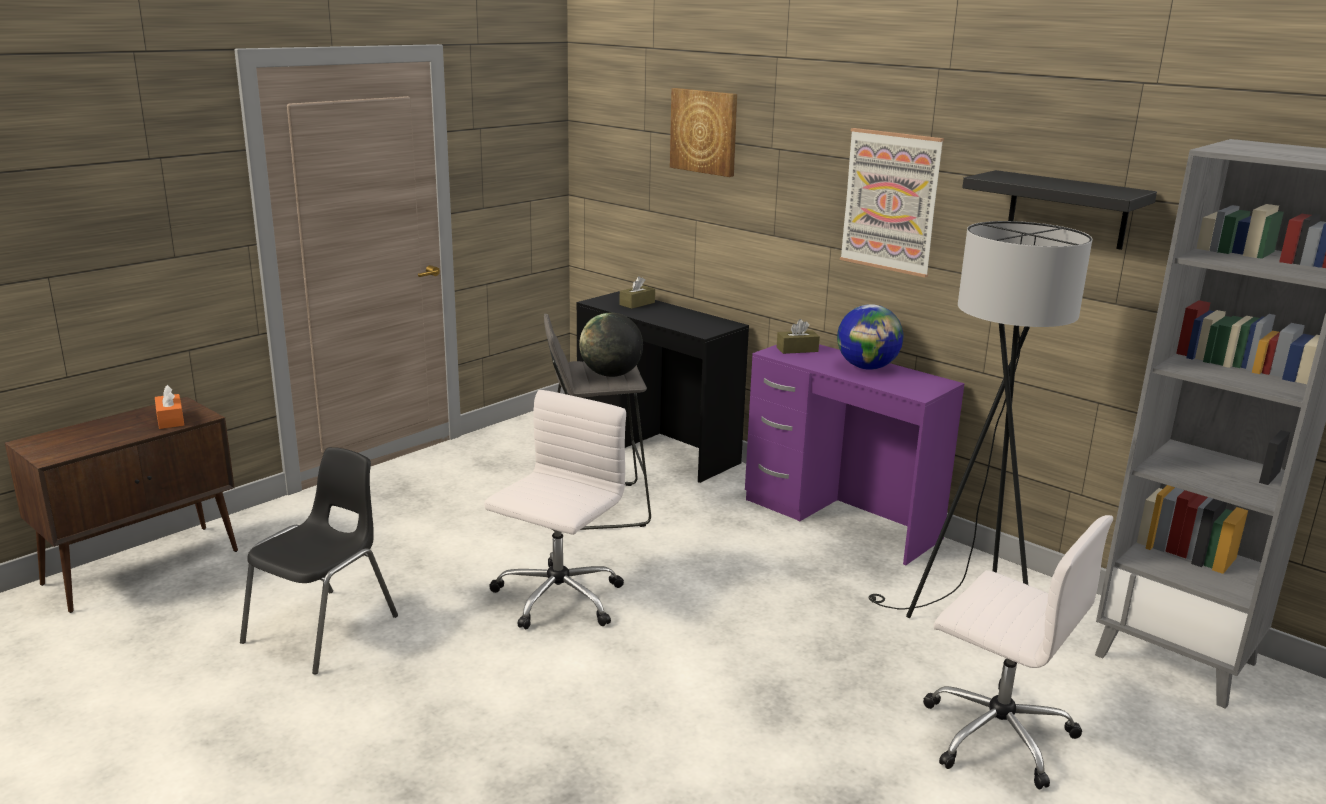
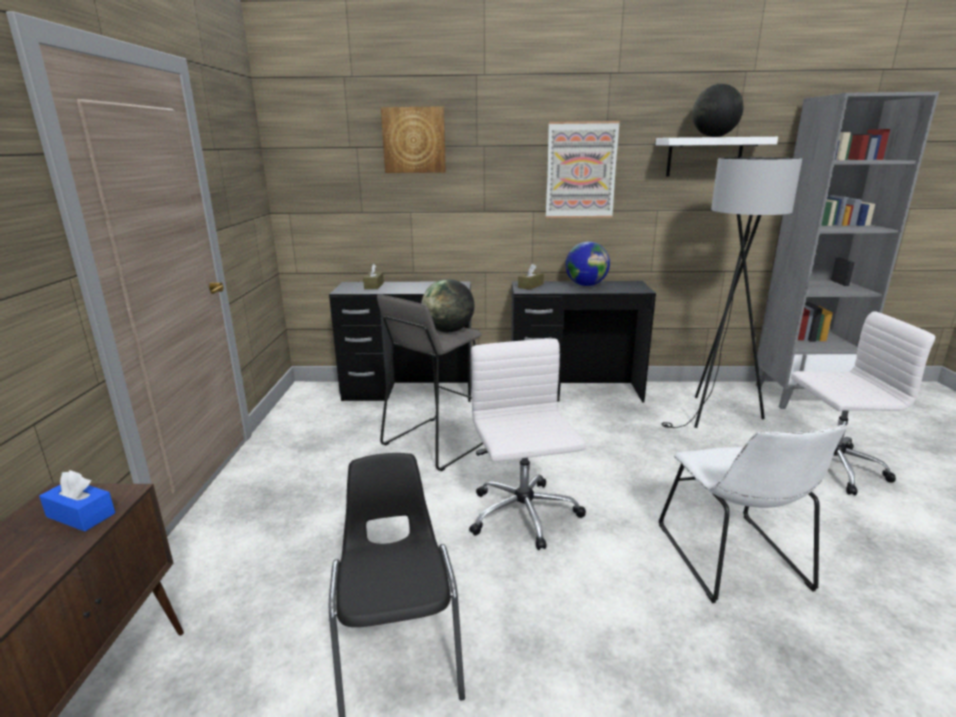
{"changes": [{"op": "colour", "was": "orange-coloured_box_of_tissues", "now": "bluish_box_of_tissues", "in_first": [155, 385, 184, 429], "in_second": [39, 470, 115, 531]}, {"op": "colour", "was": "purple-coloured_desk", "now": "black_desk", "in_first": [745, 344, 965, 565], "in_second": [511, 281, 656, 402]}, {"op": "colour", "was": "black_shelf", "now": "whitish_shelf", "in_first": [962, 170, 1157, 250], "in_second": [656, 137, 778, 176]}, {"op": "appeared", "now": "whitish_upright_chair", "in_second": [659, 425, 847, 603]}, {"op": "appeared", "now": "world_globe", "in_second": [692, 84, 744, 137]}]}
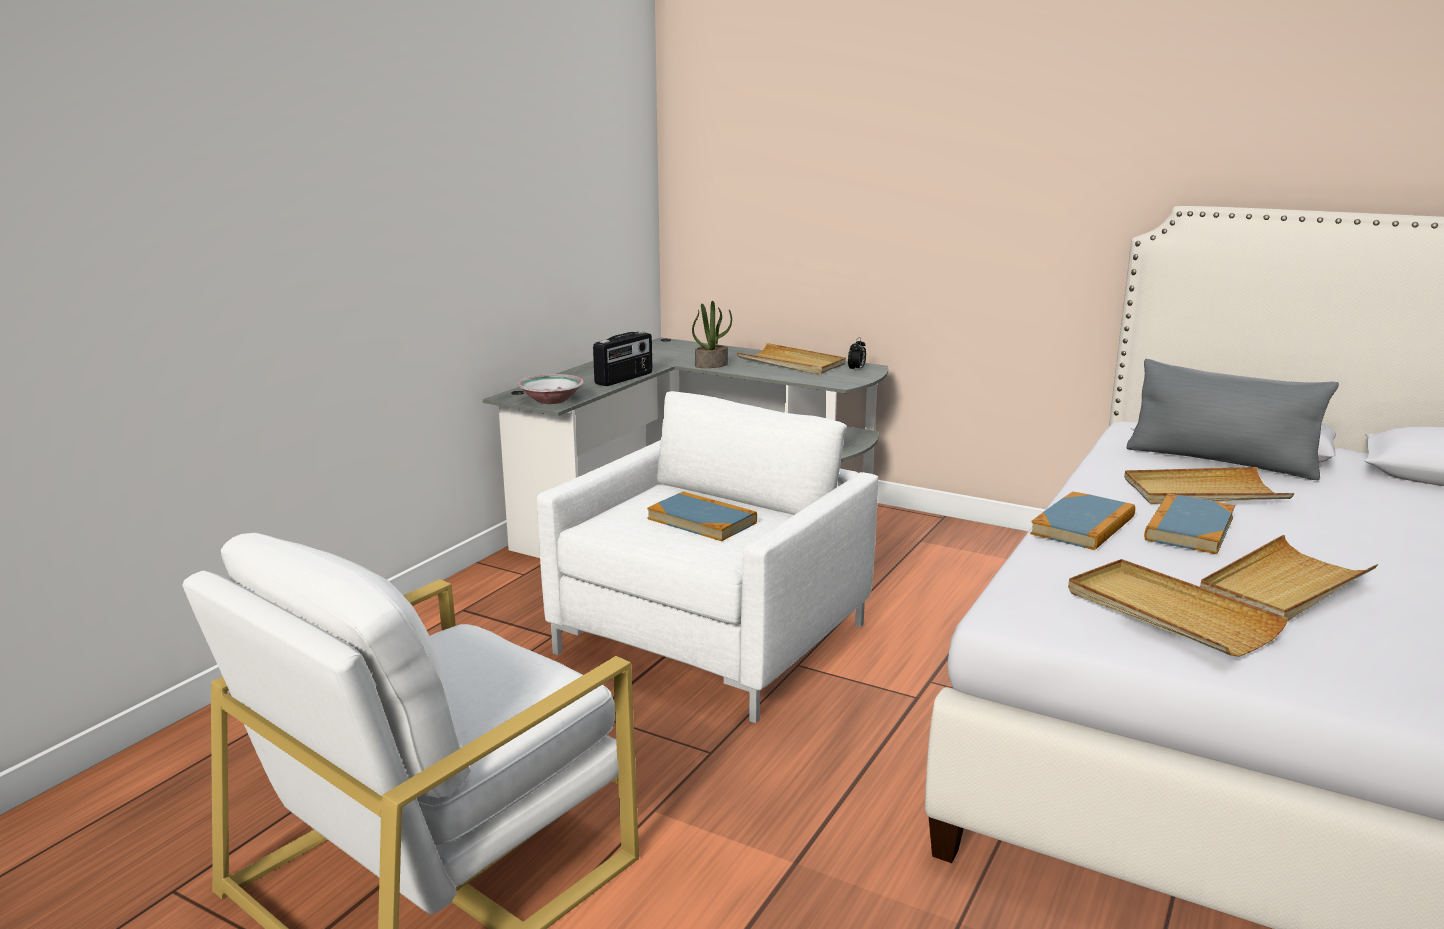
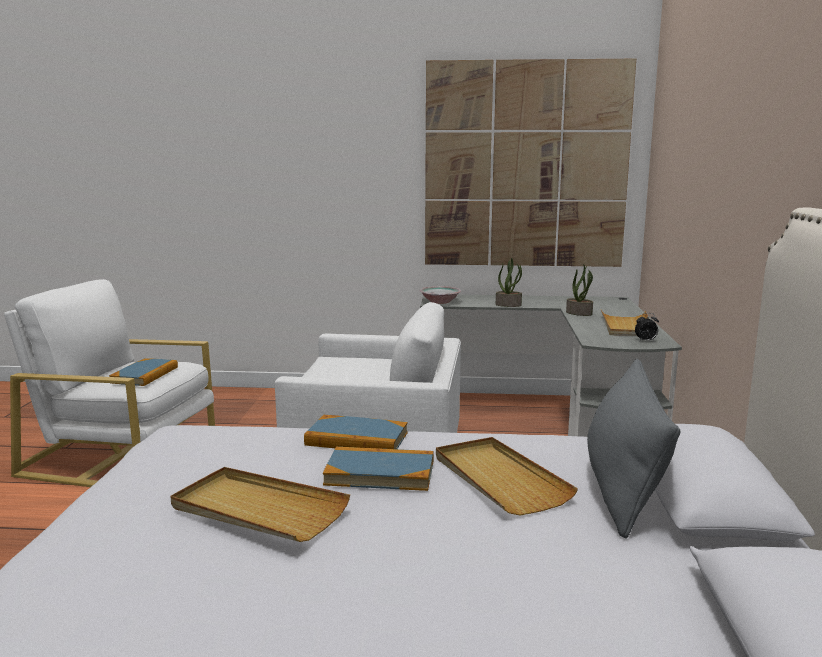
{"changes": [{"op": "relocated", "was": "book", "in_first": [647, 492, 757, 541], "in_second": [109, 358, 178, 386]}, {"op": "appeared", "now": "picture", "in_second": [425, 59, 636, 267]}, {"op": "exchanged", "was": "radio_set", "now": "plant_in_a_pot", "in_first": [593, 331, 652, 386], "in_second": [496, 258, 522, 307]}, {"op": "missing", "was": "beige_tray", "in_first": [1068, 559, 1289, 657]}]}
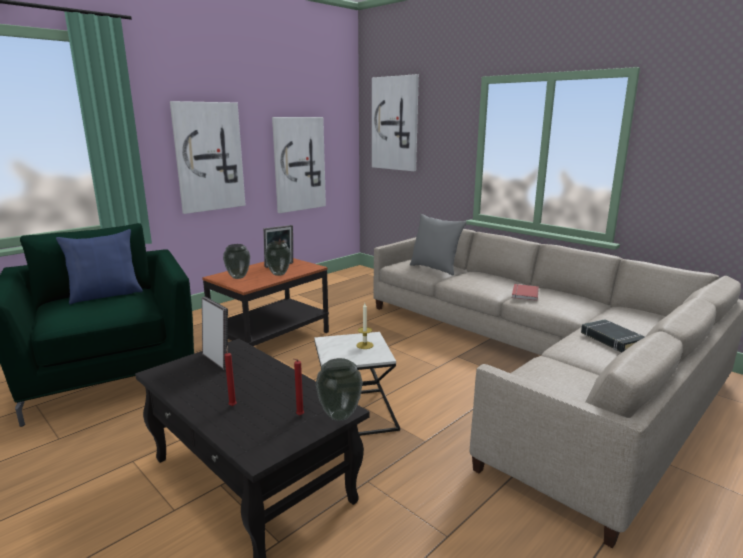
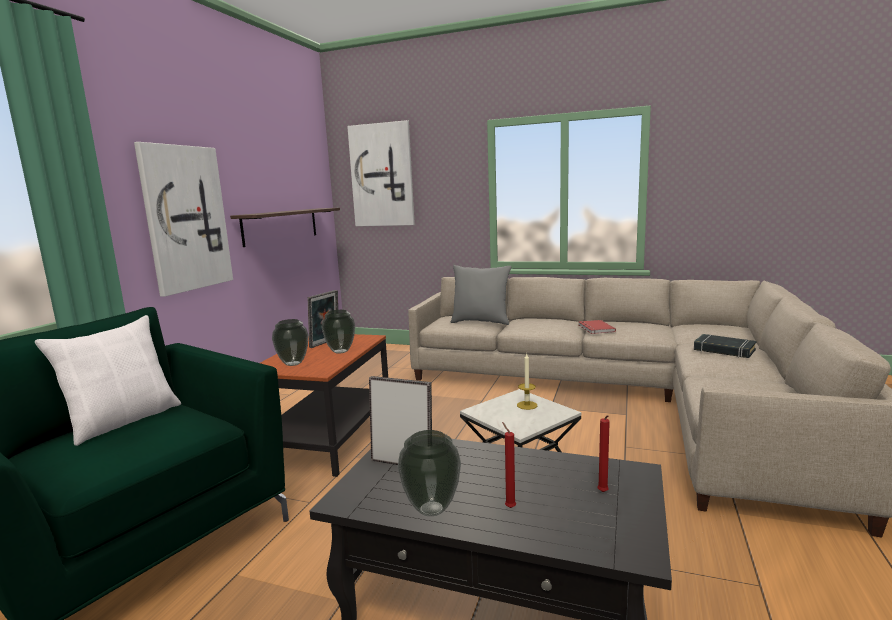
{"changes": [{"op": "colour", "was": "bluish_throw_pillow", "now": "whitish_throw_pillow", "in_first": [56, 229, 143, 304], "in_second": [35, 315, 181, 446]}, {"op": "exchanged", "was": "picture", "now": "shelf", "in_first": [272, 117, 326, 213], "in_second": [230, 208, 340, 247]}, {"op": "relocated", "was": "flower_vase", "in_first": [316, 358, 363, 421], "in_second": [398, 430, 461, 516]}]}
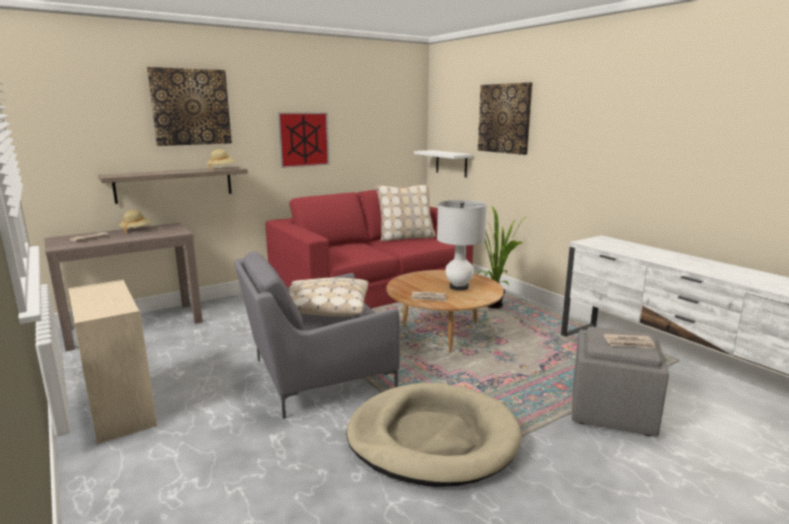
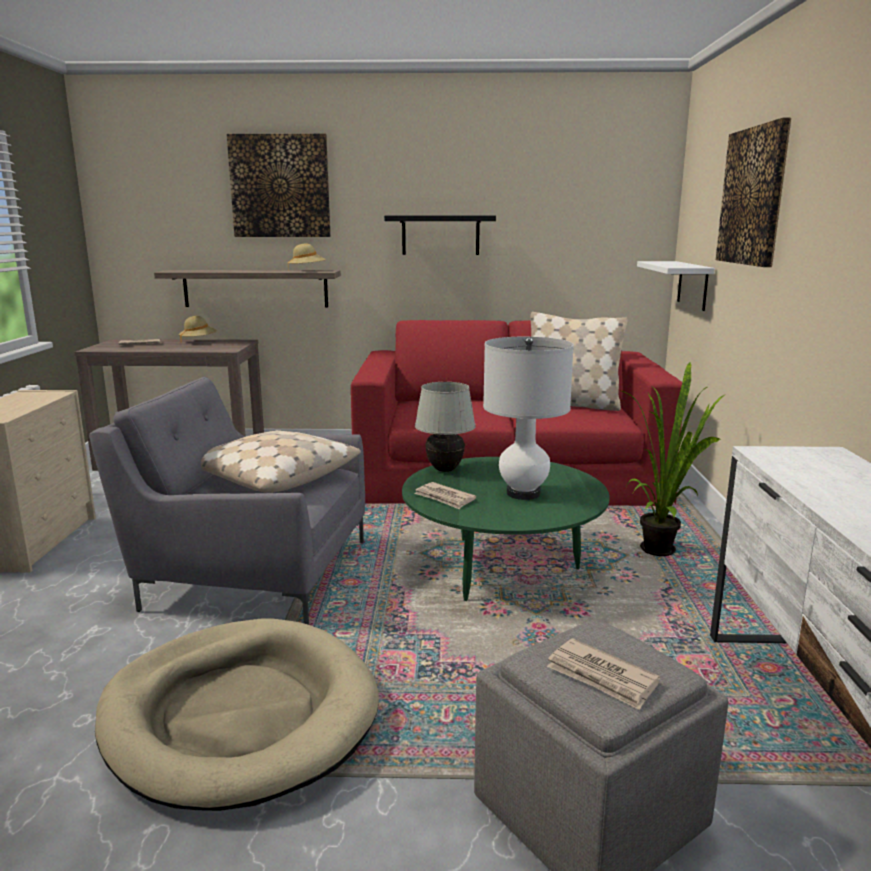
{"changes": [{"op": "exchanged", "was": "picture", "now": "black_shelf", "in_first": [278, 113, 329, 168], "in_second": [384, 216, 496, 255]}, {"op": "colour", "was": "brown-coloured_coffee_table", "now": "green_coffee_table", "in_first": [386, 270, 504, 353], "in_second": [402, 457, 610, 601]}, {"op": "appeared", "now": "whitish_table_lamp", "in_second": [415, 382, 476, 472]}]}
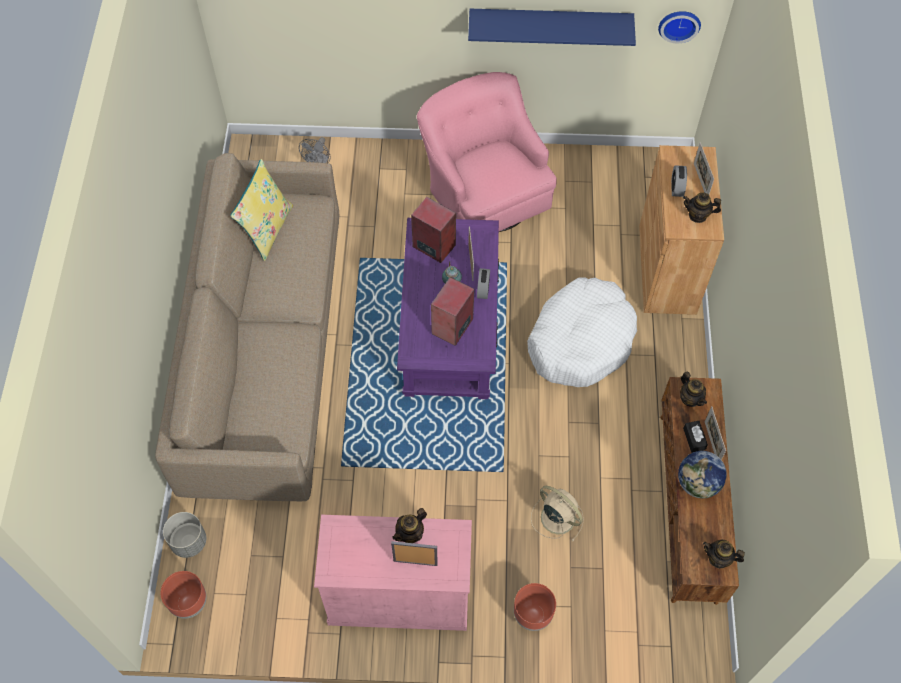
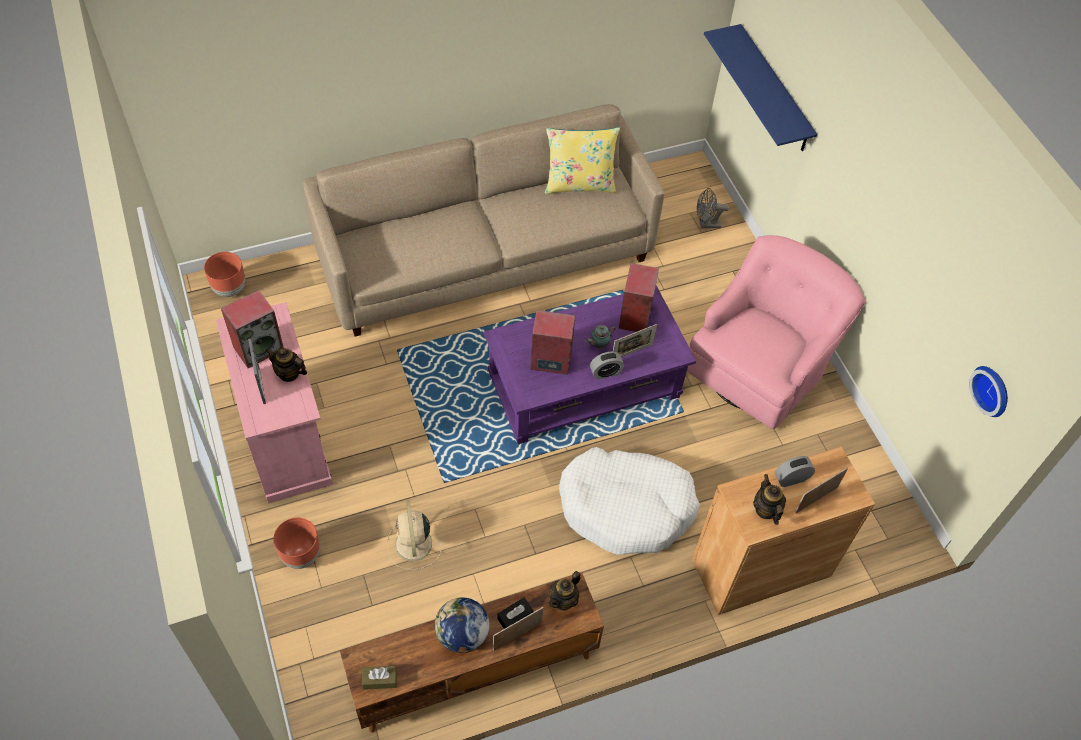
{"changes": [{"op": "appeared", "now": "speaker", "in_second": [221, 290, 284, 368]}, {"op": "exchanged", "was": "tea_pot", "now": "brown-coloured_box_of_tissues", "in_first": [703, 539, 745, 569], "in_second": [362, 666, 397, 690]}, {"op": "spun", "was": "beige_fan", "in_first": [531, 486, 584, 542], "in_second": [387, 500, 442, 570], "clockwise": 150}, {"op": "relocated", "was": "bluish_shelf", "in_first": [468, 9, 636, 46], "in_second": [704, 24, 817, 151]}, {"op": "missing", "was": "gray_planter", "in_first": [163, 512, 206, 558]}]}
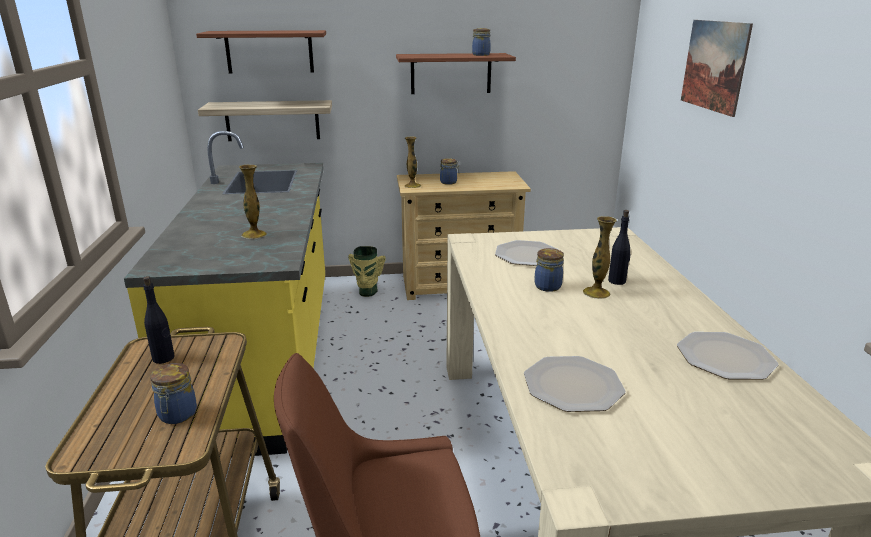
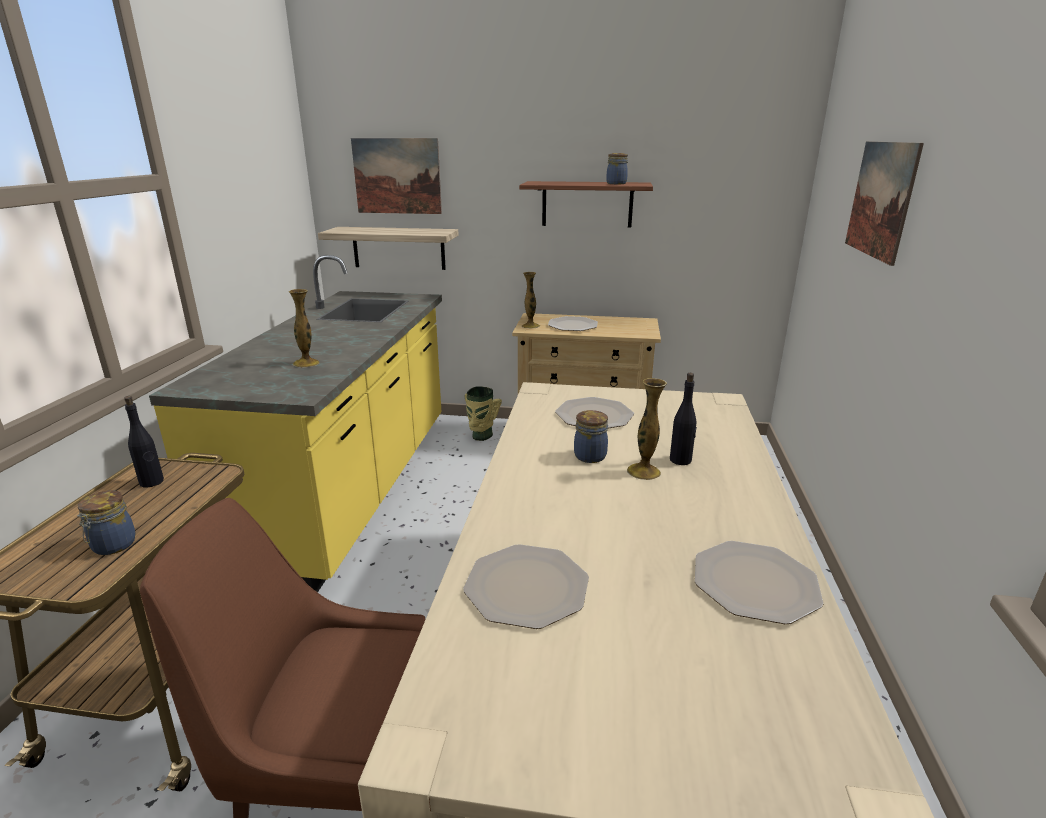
{"changes": [{"op": "exchanged", "was": "shelf", "now": "picture", "in_first": [196, 30, 326, 74], "in_second": [351, 138, 442, 214]}, {"op": "exchanged", "was": "storage_jar", "now": "flat_dish", "in_first": [440, 158, 459, 185], "in_second": [548, 316, 598, 331]}]}
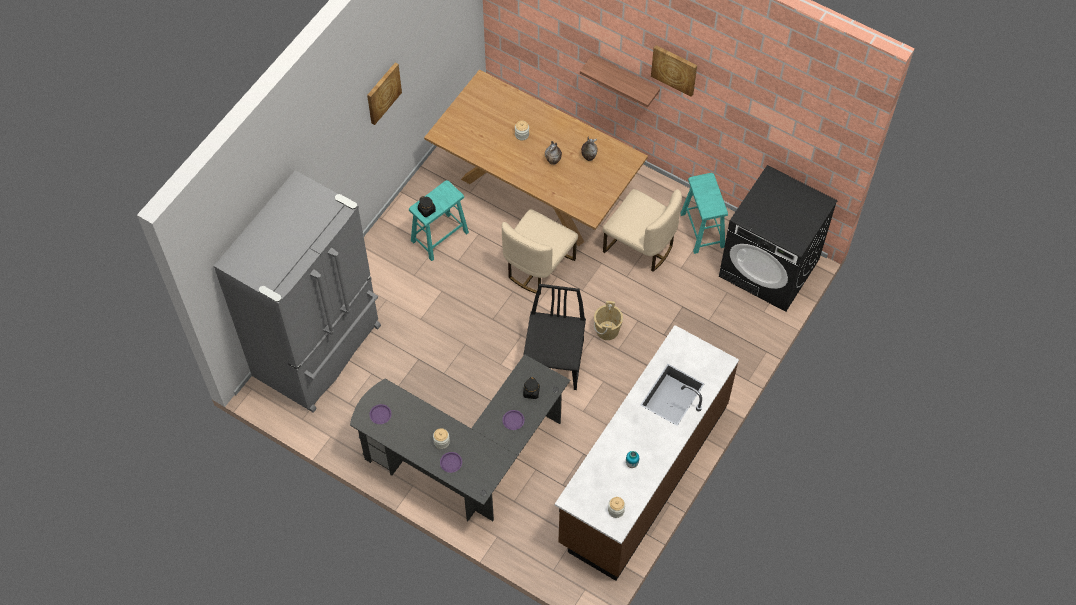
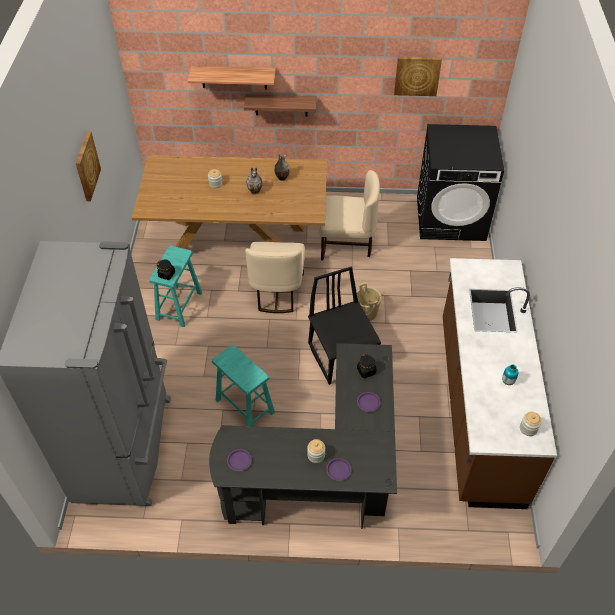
{"changes": [{"op": "appeared", "now": "shelf", "in_second": [188, 66, 276, 90]}, {"op": "relocated", "was": "blue-green_stool", "in_first": [680, 173, 728, 254], "in_second": [212, 345, 275, 426]}, {"op": "relocated", "was": "picture", "in_first": [651, 45, 697, 97], "in_second": [394, 56, 442, 96]}]}
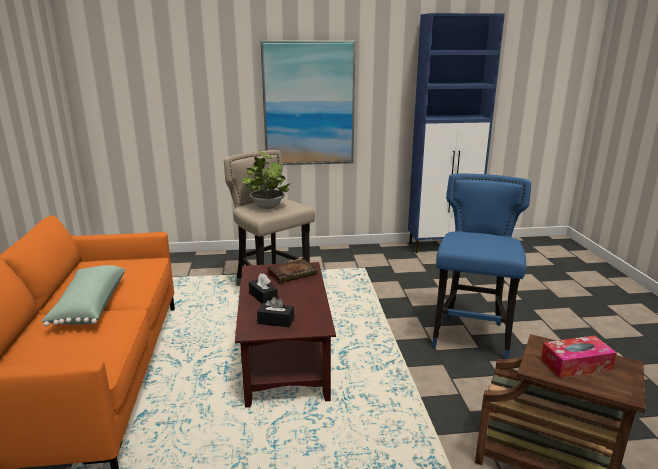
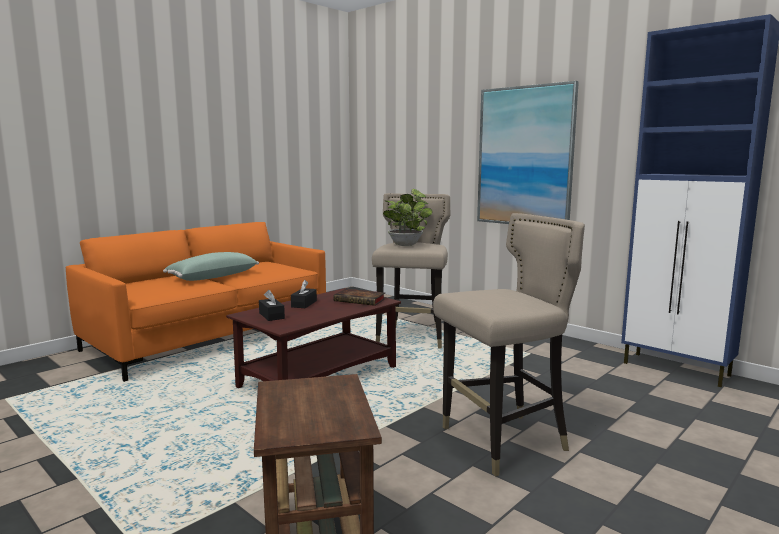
{"changes": [{"op": "colour", "was": "bluish_stool", "now": "beige_stool", "in_first": [432, 174, 531, 359], "in_second": [433, 213, 585, 476]}, {"op": "missing", "was": "box_of_tissues", "in_first": [541, 336, 617, 378]}]}
